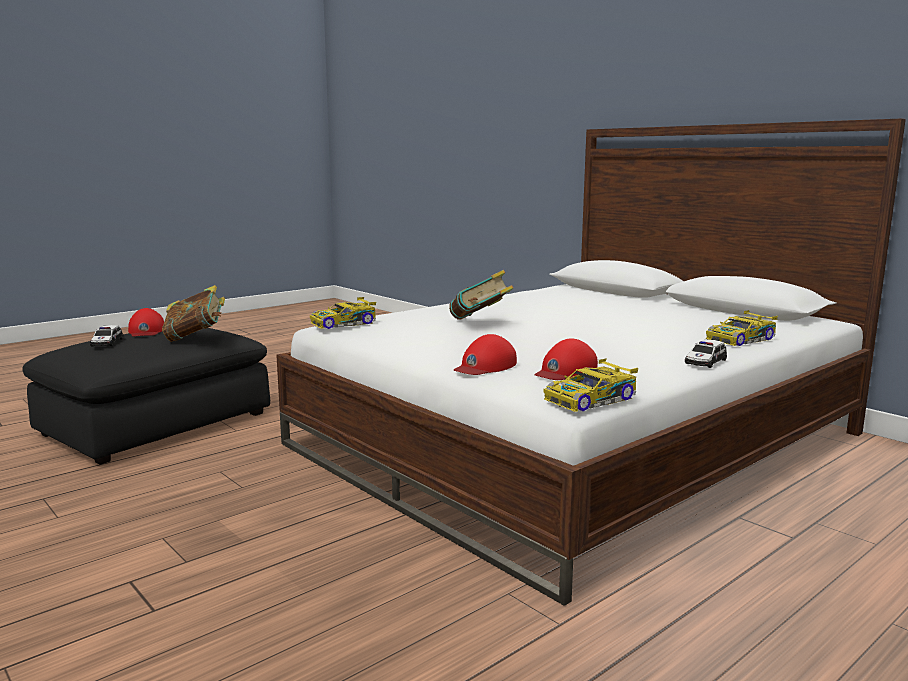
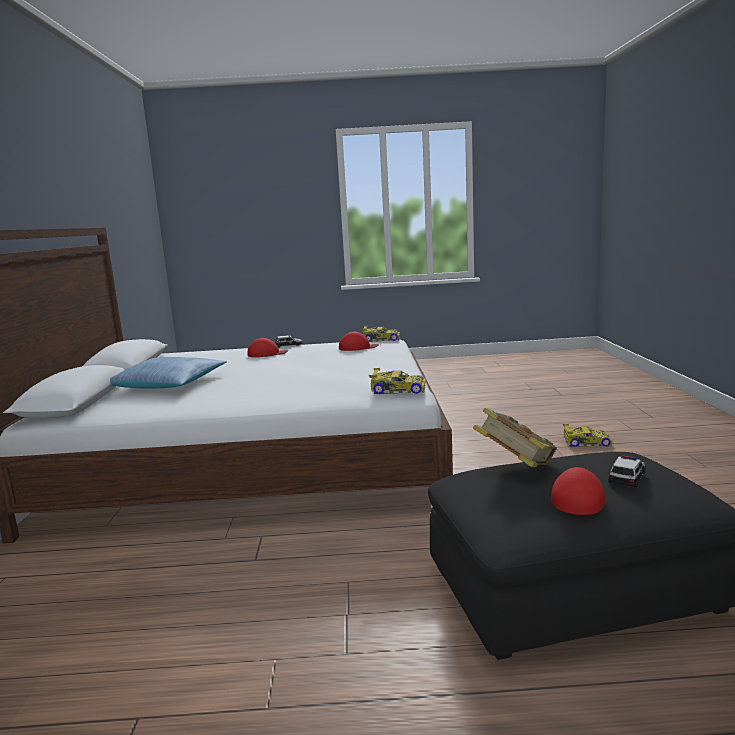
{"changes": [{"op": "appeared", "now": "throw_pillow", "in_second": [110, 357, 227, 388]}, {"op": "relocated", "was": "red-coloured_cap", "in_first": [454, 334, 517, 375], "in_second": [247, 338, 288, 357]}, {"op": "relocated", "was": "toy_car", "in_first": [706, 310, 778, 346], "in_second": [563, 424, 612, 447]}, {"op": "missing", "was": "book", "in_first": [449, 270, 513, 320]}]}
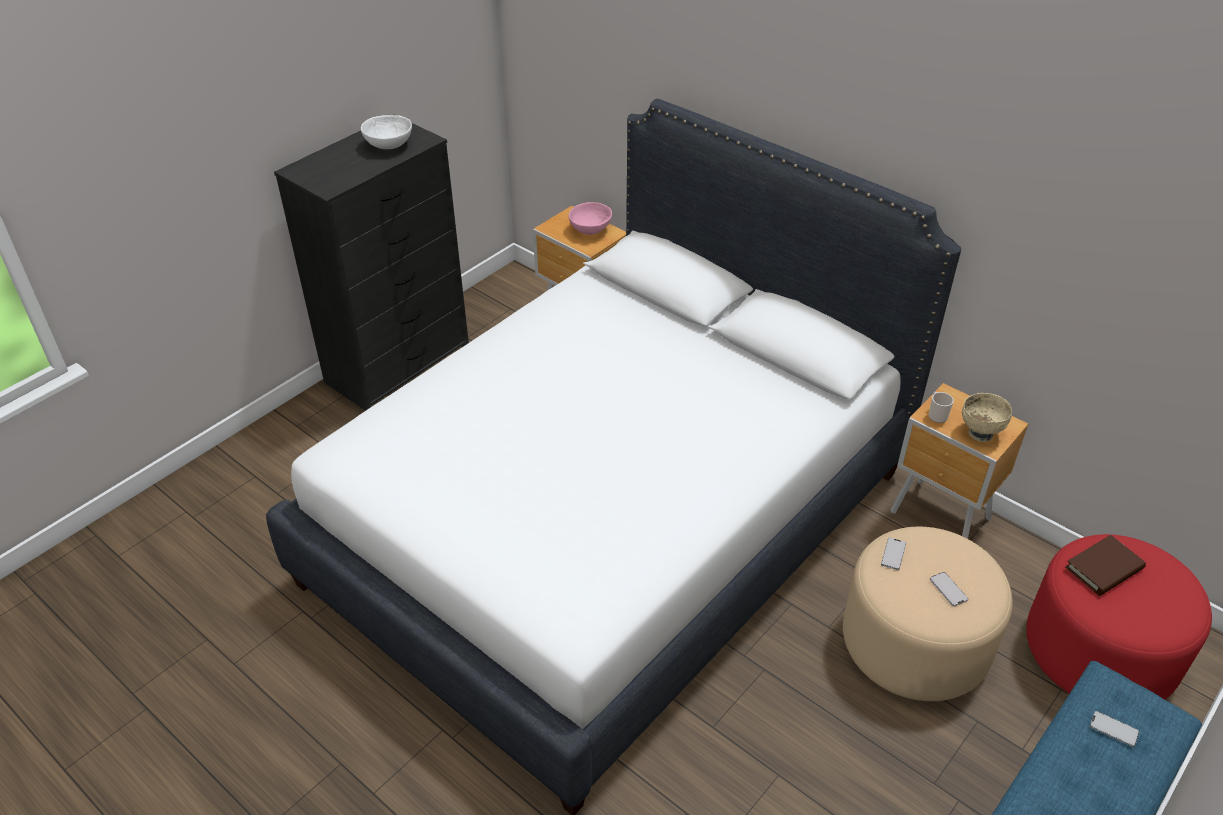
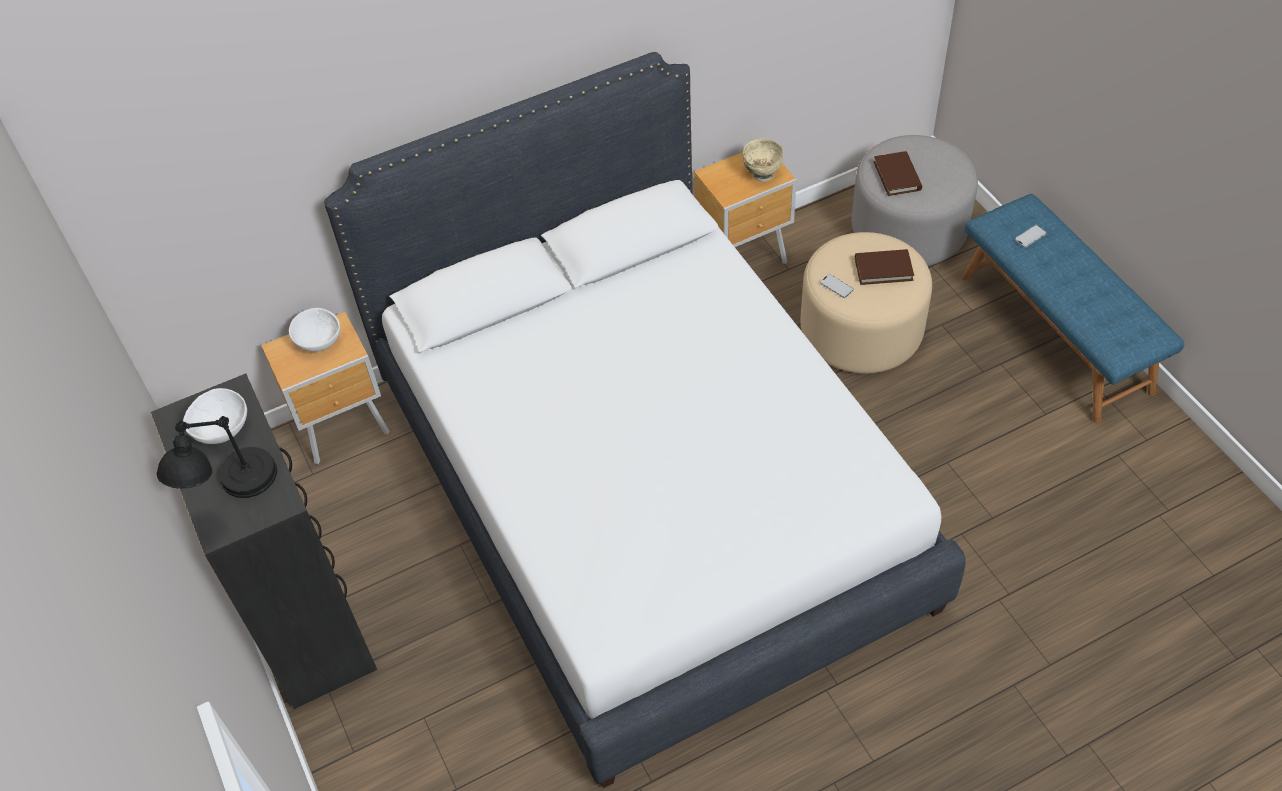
{"changes": [{"op": "appeared", "now": "black_table_lamp", "in_second": [157, 416, 277, 498]}, {"op": "colour", "was": "pink-coloured_serving_bowl", "now": "whitish_serving_bowl", "in_first": [568, 202, 612, 235], "in_second": [289, 308, 340, 352]}, {"op": "colour", "was": "red-coloured_ottoman", "now": "gray_ottoman", "in_first": [1026, 534, 1212, 700], "in_second": [852, 135, 978, 266]}, {"op": "exchanged", "was": "telephone", "now": "brown-coloured_book", "in_first": [930, 572, 968, 607], "in_second": [855, 249, 914, 285]}, {"op": "missing", "was": "mug", "in_first": [928, 392, 954, 423]}]}
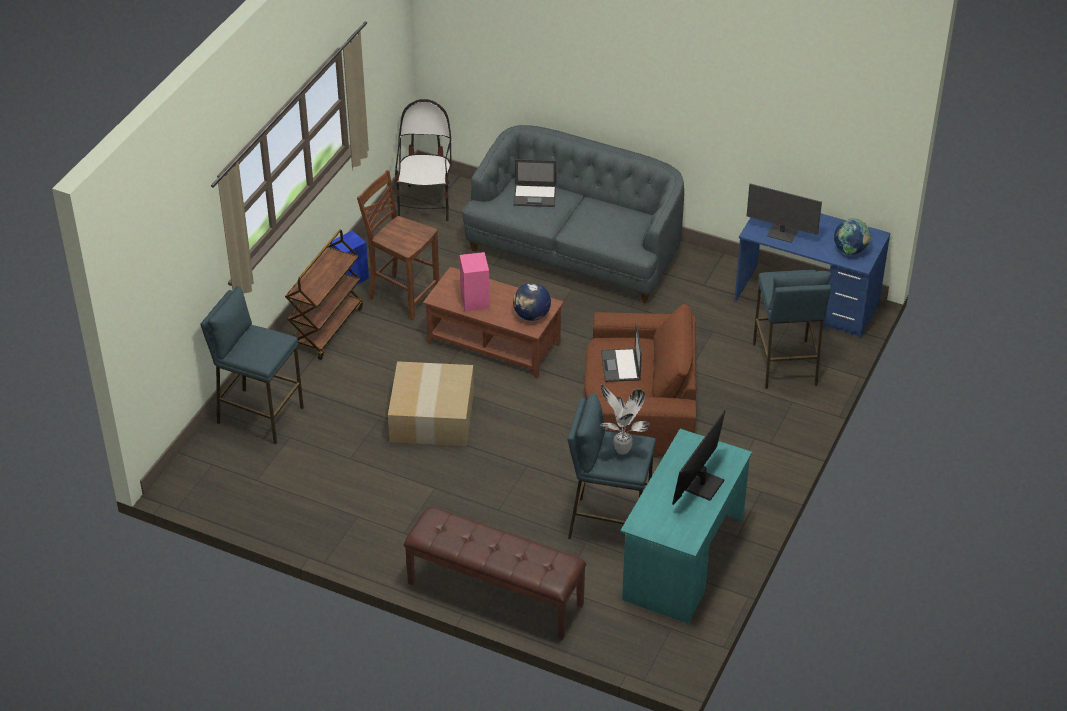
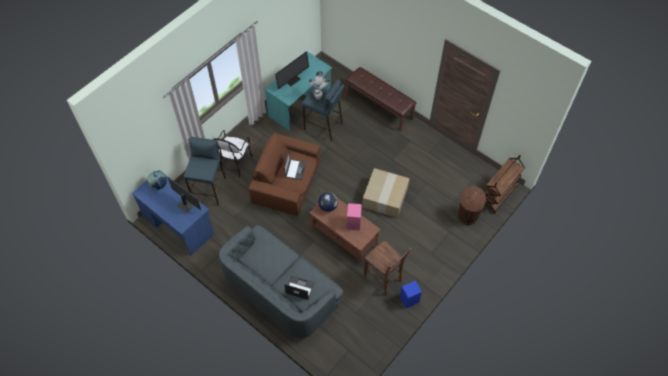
{"changes": [{"op": "relocated", "was": "upright_chair", "in_first": [395, 99, 452, 221], "in_second": [213, 130, 253, 178]}, {"op": "exchanged", "was": "bluish_stool", "now": "brown-coloured_waste_bin", "in_first": [200, 286, 304, 444], "in_second": [458, 186, 486, 225]}, {"op": "relocated", "was": "brown-coloured_trolley", "in_first": [285, 229, 363, 360], "in_second": [484, 155, 525, 214]}]}
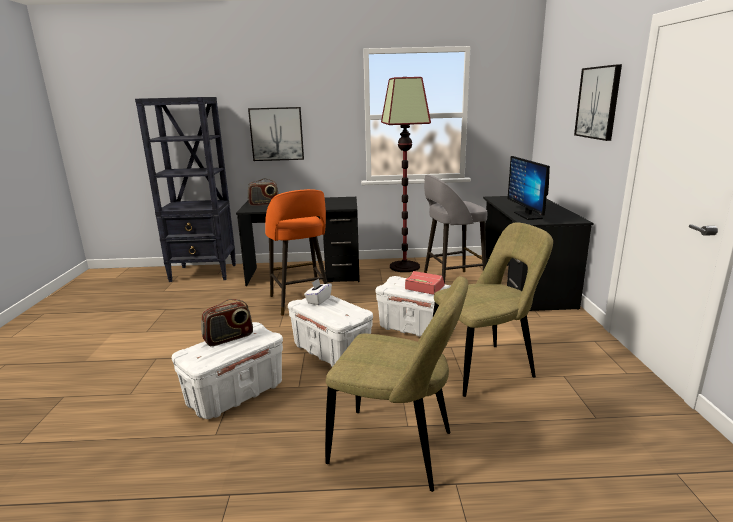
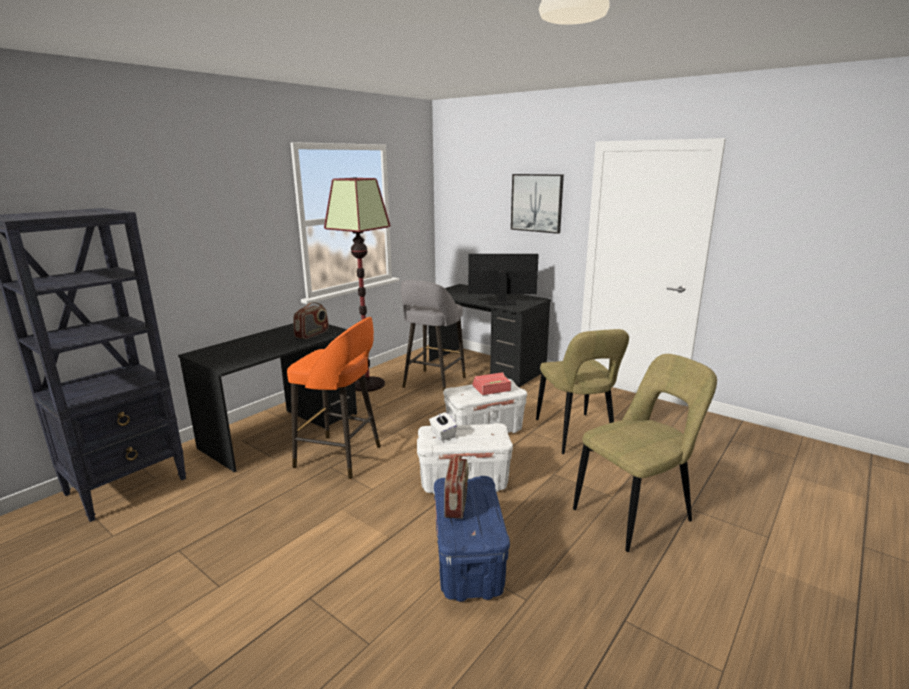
{"changes": [{"op": "relocated", "was": "radio_set", "in_first": [248, 178, 279, 206], "in_second": [293, 302, 329, 339]}, {"op": "colour", "was": "whitish_storage_bin", "now": "bluish_storage_bin", "in_first": [172, 322, 283, 419], "in_second": [434, 476, 510, 602]}, {"op": "spun", "was": "monitor", "in_first": [508, 156, 550, 220], "in_second": [468, 254, 539, 305], "clockwise": 150}, {"op": "spun", "was": "beige_upright_chair", "in_first": [433, 222, 553, 397], "in_second": [536, 329, 629, 454], "clockwise": 150}, {"op": "missing", "was": "picture", "in_first": [248, 107, 304, 161]}]}
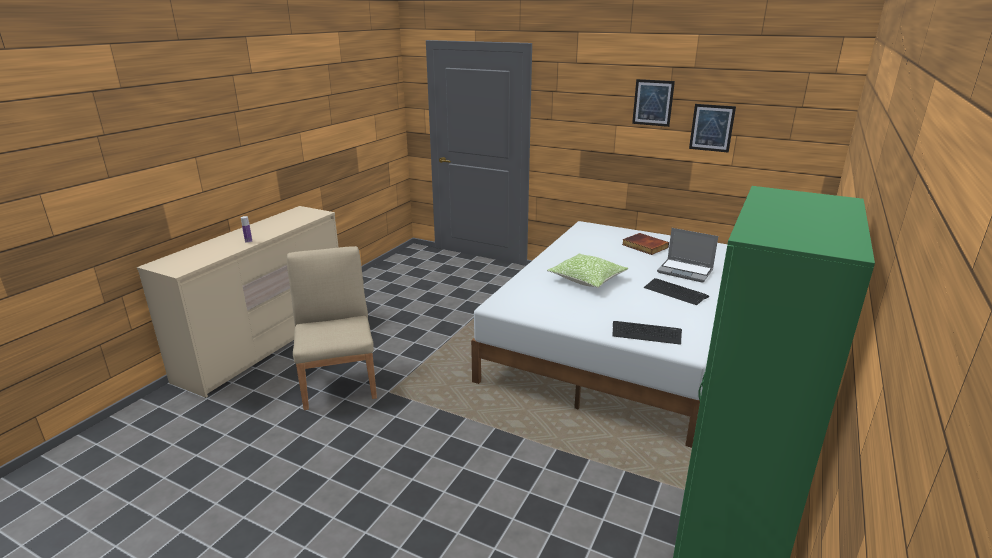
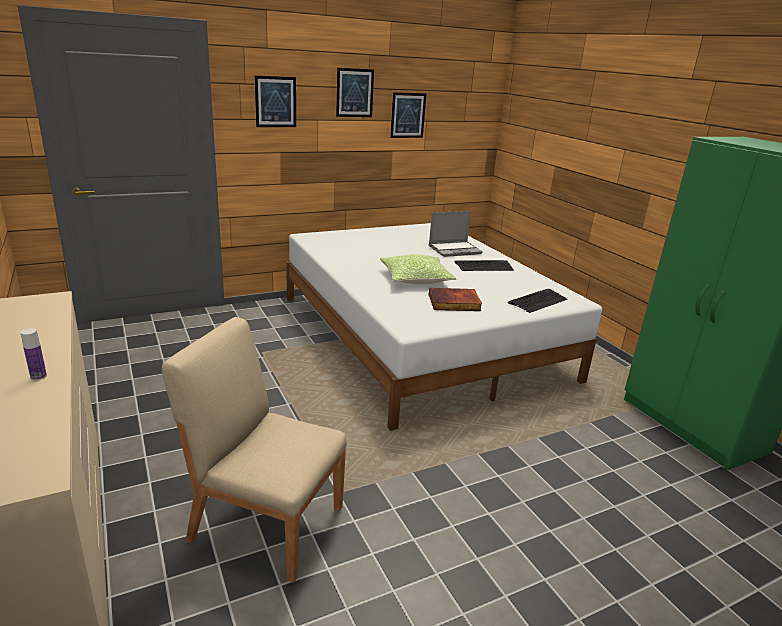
{"changes": [{"op": "appeared", "now": "picture", "in_second": [255, 75, 296, 127]}, {"op": "relocated", "was": "book", "in_first": [622, 233, 669, 255], "in_second": [429, 288, 482, 311]}]}
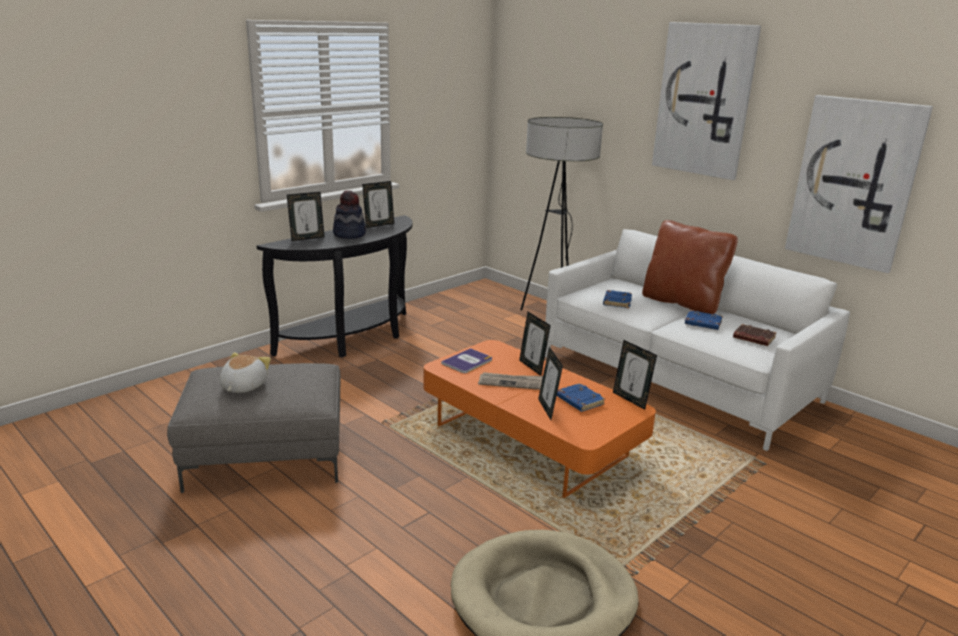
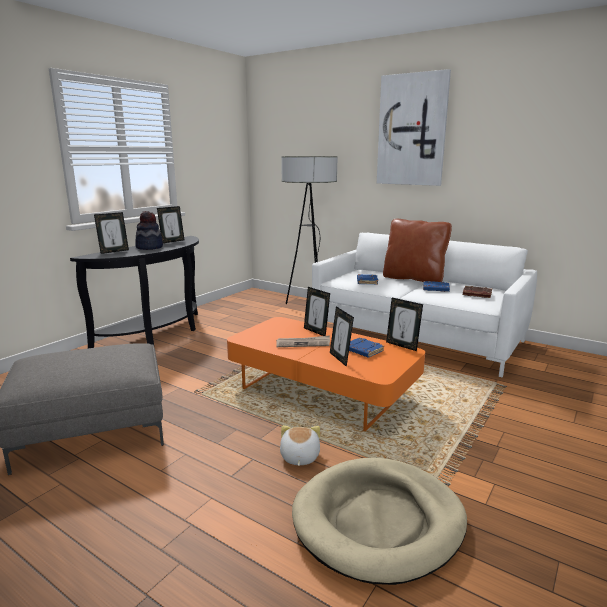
{"changes": [{"op": "relocated", "was": "plush_toy", "in_first": [220, 352, 271, 393], "in_second": [280, 425, 320, 466]}, {"op": "missing", "was": "book", "in_first": [441, 348, 492, 373]}, {"op": "missing", "was": "picture", "in_first": [785, 95, 933, 273]}]}
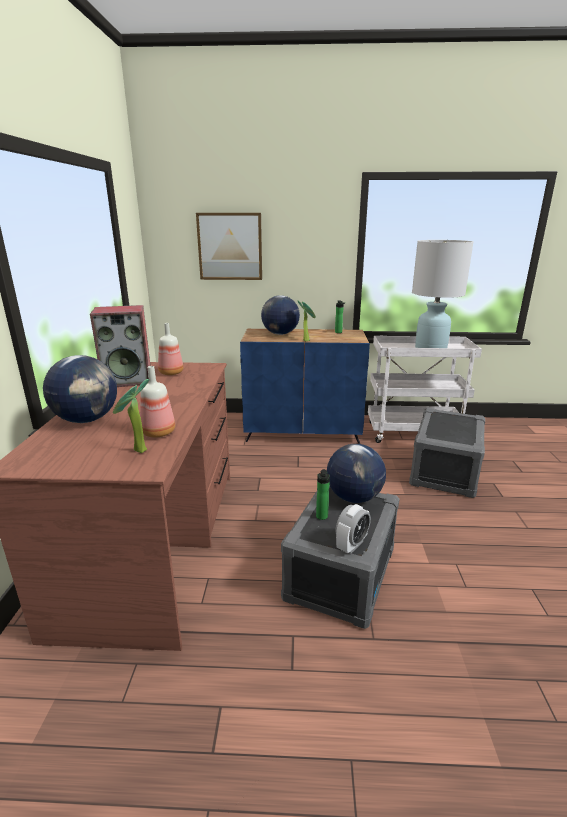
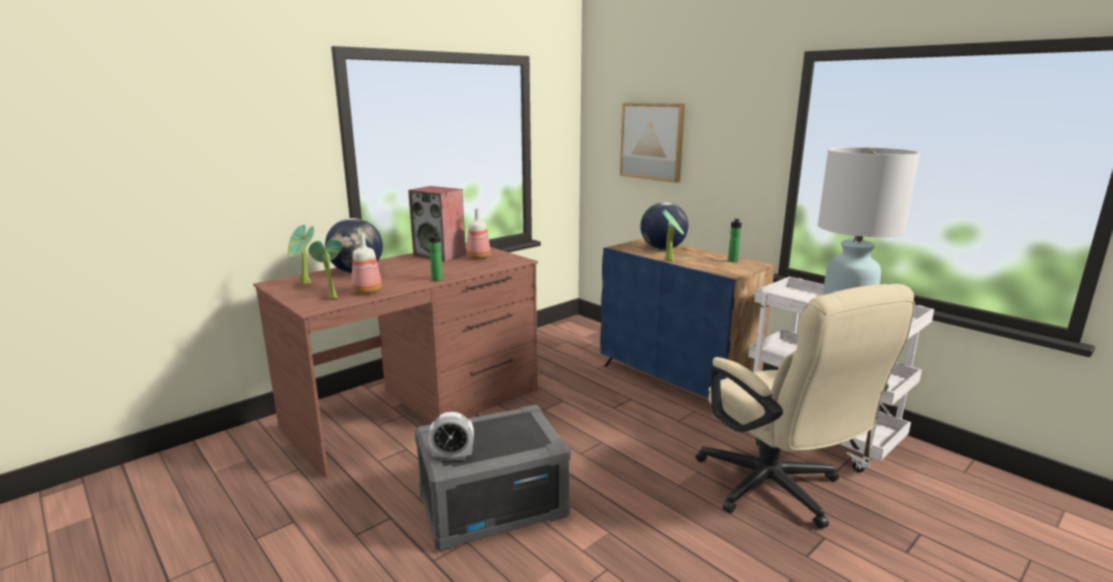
{"changes": [{"op": "appeared", "now": "plant_in_a_pot", "in_second": [288, 225, 314, 285]}, {"op": "relocated", "was": "beverage_bottle", "in_first": [316, 469, 330, 520], "in_second": [424, 232, 443, 281]}, {"op": "exchanged", "was": "gray_storage_bin", "now": "beige_office_chair", "in_first": [409, 408, 485, 498], "in_second": [696, 284, 915, 529]}, {"op": "missing", "was": "world_globe", "in_first": [327, 444, 386, 503]}]}
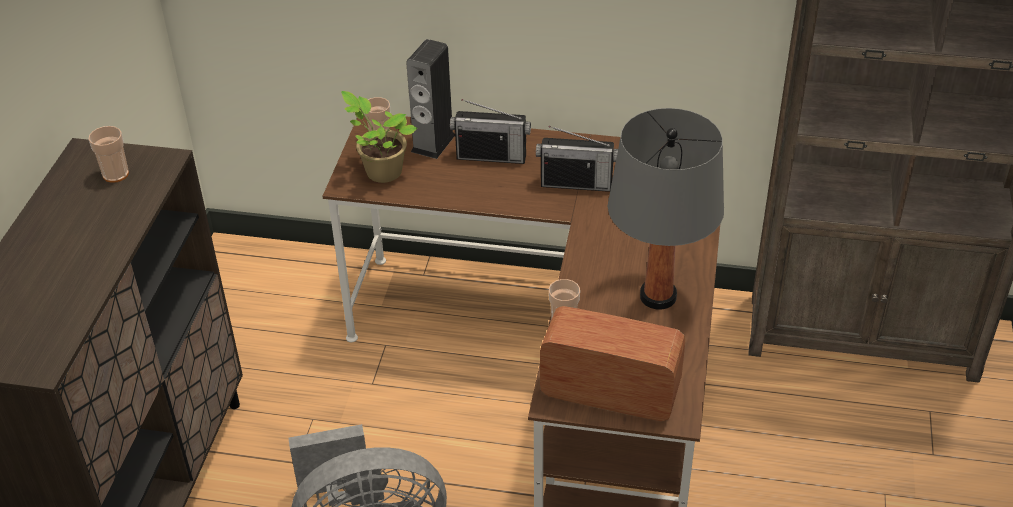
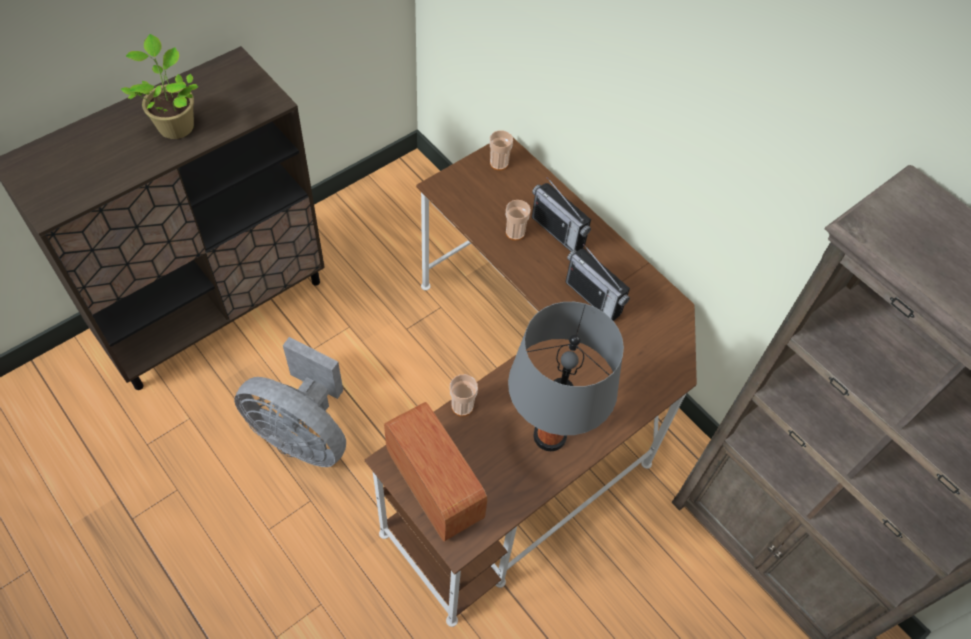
{"changes": [{"op": "relocated", "was": "plant_in_a_pot", "in_first": [341, 91, 417, 183], "in_second": [121, 34, 198, 139]}, {"op": "relocated", "was": "drinking_cup", "in_first": [88, 126, 129, 183], "in_second": [506, 200, 531, 240]}, {"op": "missing", "was": "speaker", "in_first": [406, 39, 455, 159]}]}
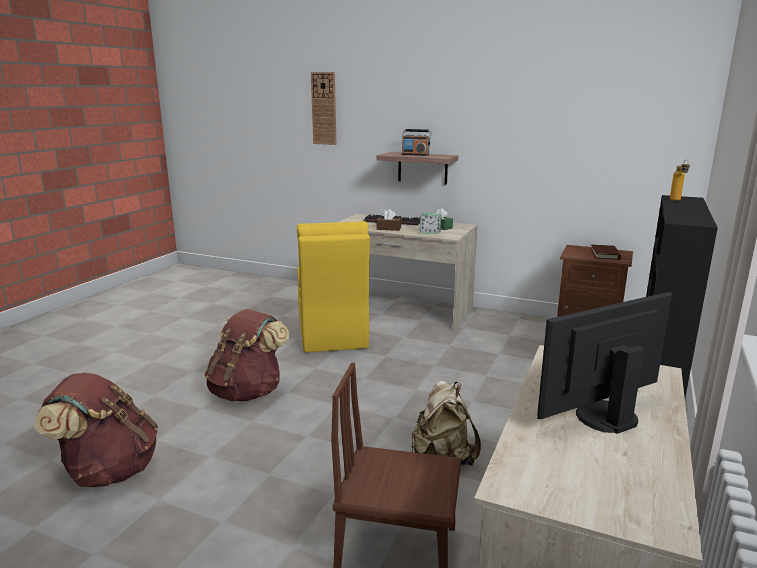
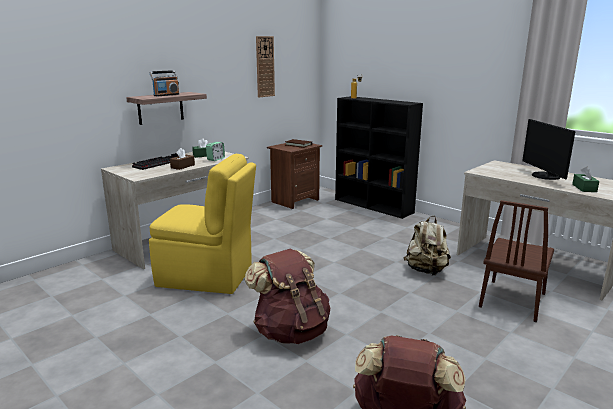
{"changes": [{"op": "relocated", "was": "hanging_clock", "in_first": [311, 72, 336, 145], "in_second": [256, 36, 275, 97]}, {"op": "appeared", "now": "green_box_of_tissues", "in_second": [572, 167, 599, 192]}]}
